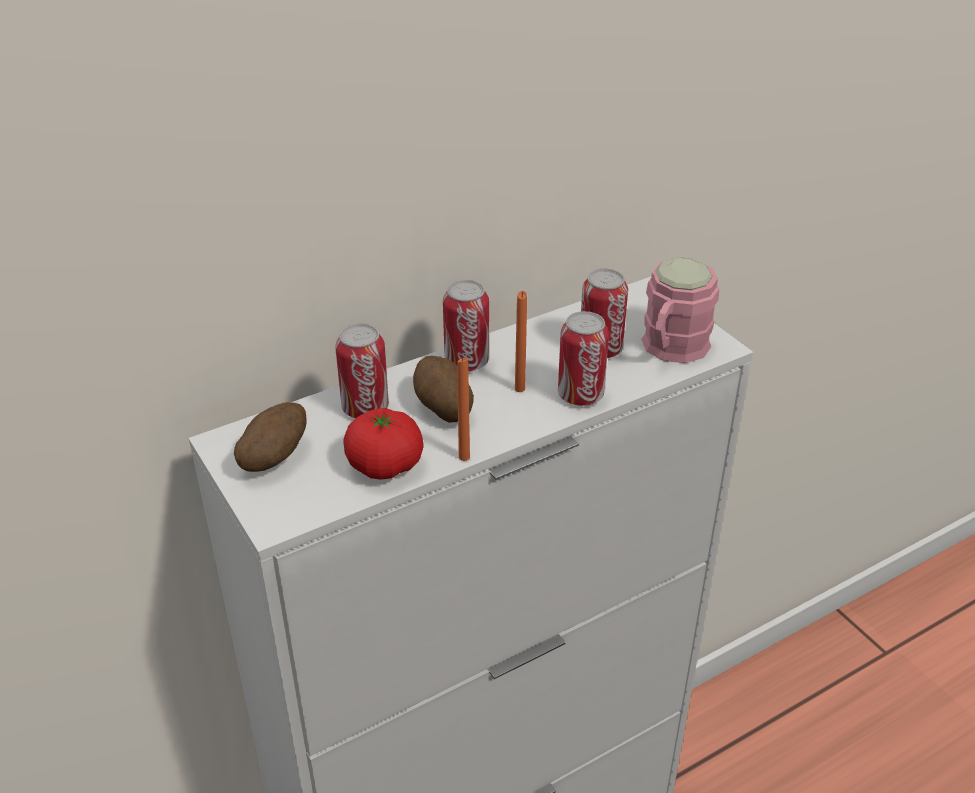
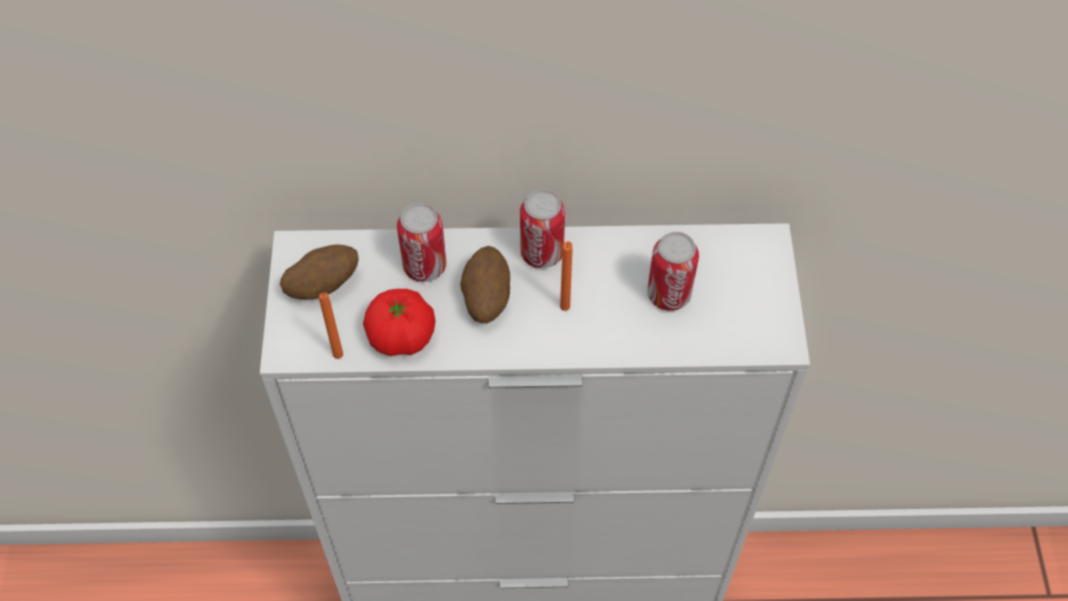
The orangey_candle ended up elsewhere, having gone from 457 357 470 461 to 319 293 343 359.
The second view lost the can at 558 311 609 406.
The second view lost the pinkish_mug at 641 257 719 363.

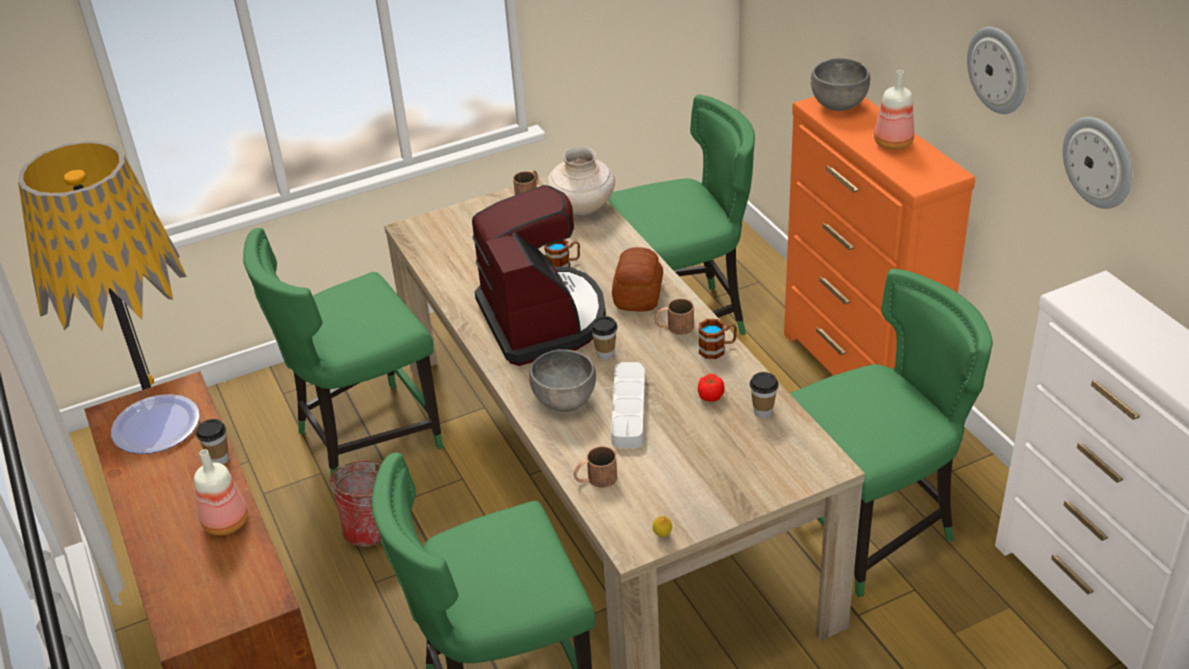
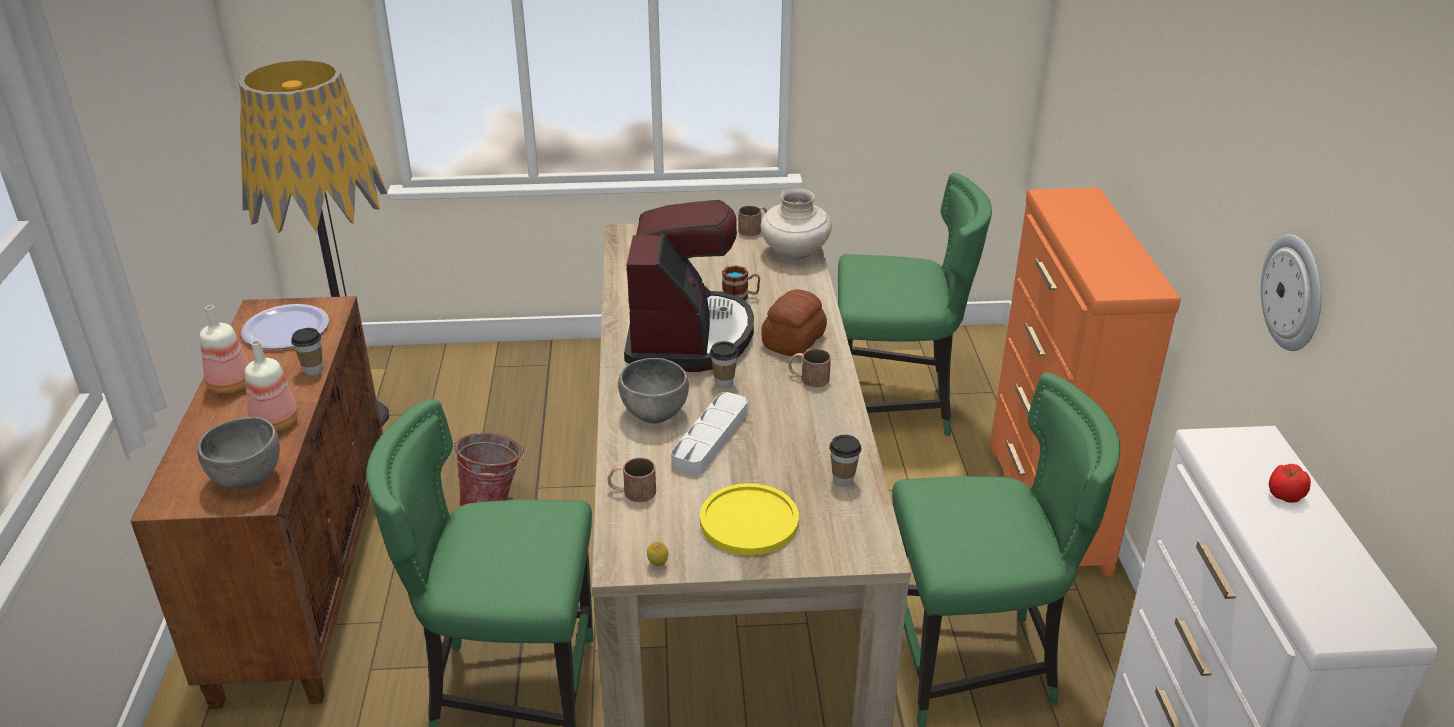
The grey_serving_bowl ended up elsewhere, having gone from 811 58 870 111 to 198 417 280 490.
The drink_bottle ended up elsewhere, having gone from 874 70 914 150 to 200 305 249 394.
The second view gained the yellow-coloured_dinner_plate at 700 483 799 555.
The tomato ended up elsewhere, having gone from 698 374 725 402 to 1269 464 1311 503.
The second view lost the green_chair at 243 228 443 476.
The second view lost the mug at 699 319 737 359.
The second view lost the clock_on_the_wall at 967 27 1027 114.

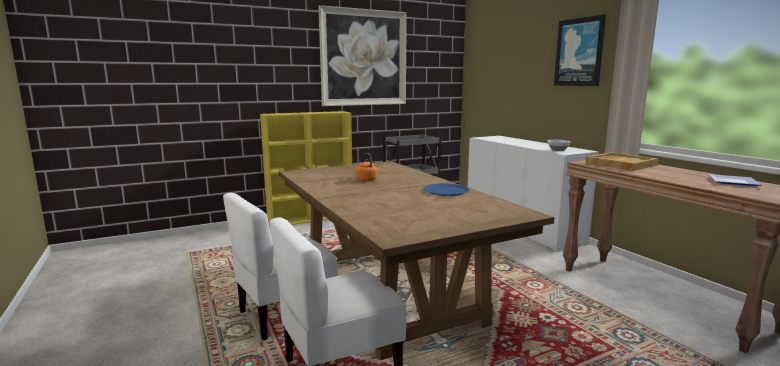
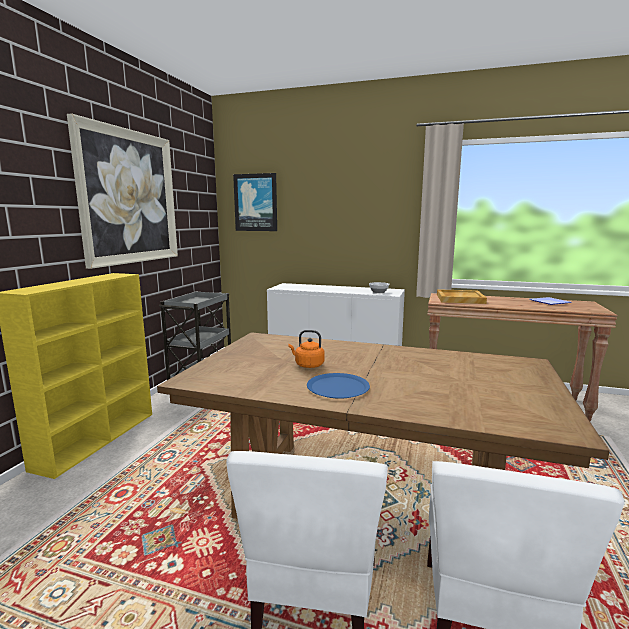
The picture ended up elsewhere, having gone from 554 14 606 86 to 233 173 277 231.
The blue-coloured_dinner_plate ended up elsewhere, having gone from 423 184 469 196 to 307 373 370 399.

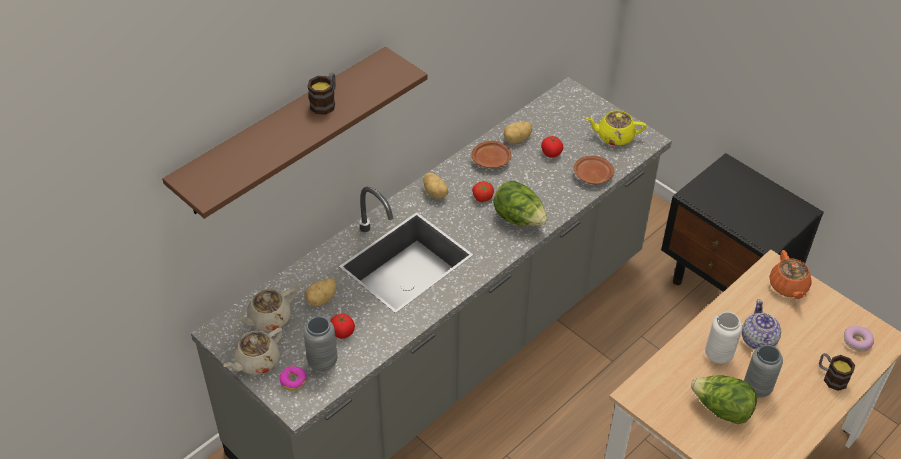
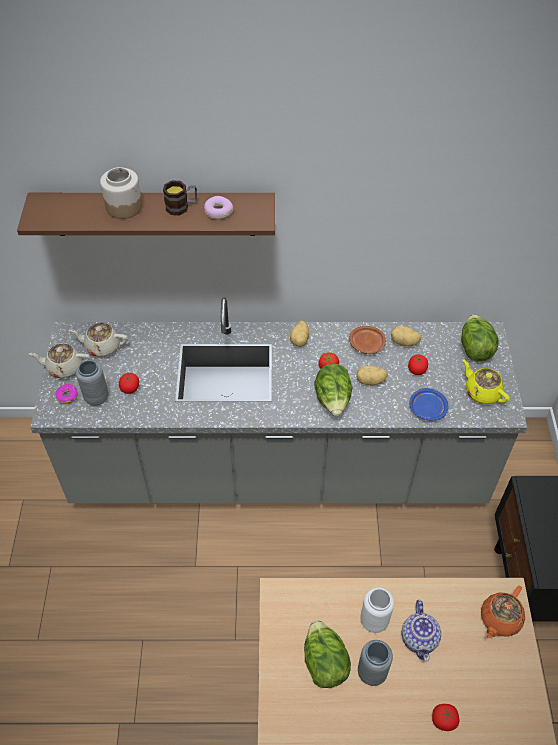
The second view gained the preserve_jar at 100 167 142 219.
The doughnut ended up elsewhere, having gone from 844 326 874 352 to 204 196 233 219.
The potato ended up elsewhere, having gone from 305 278 337 307 to 357 365 388 385.
The teapot at 742 299 781 349 ended up facing another way, 135 degrees clockwise from before.
What was the brownish_dinner_plate at 574 156 614 184 turned into the blue-coloured_dinner_plate at 410 388 448 420.
Where the mug stood at 819 353 855 391, the tomato came to stand at 432 704 459 731.
The second view gained the head_of_lettuce at 461 314 499 362.

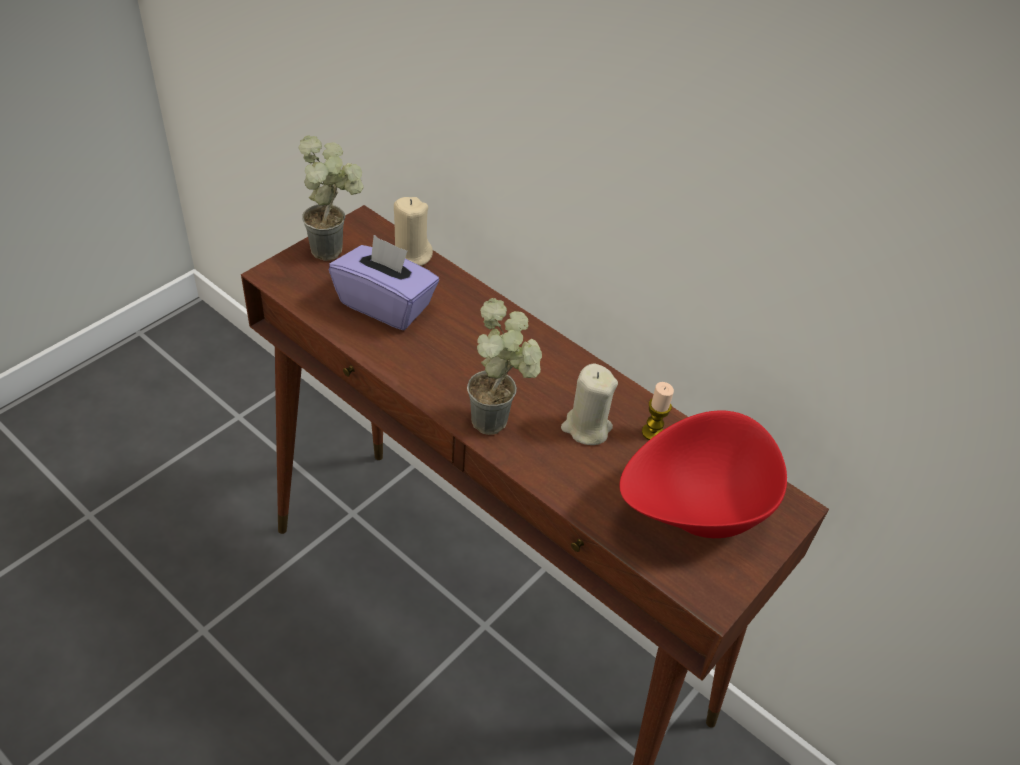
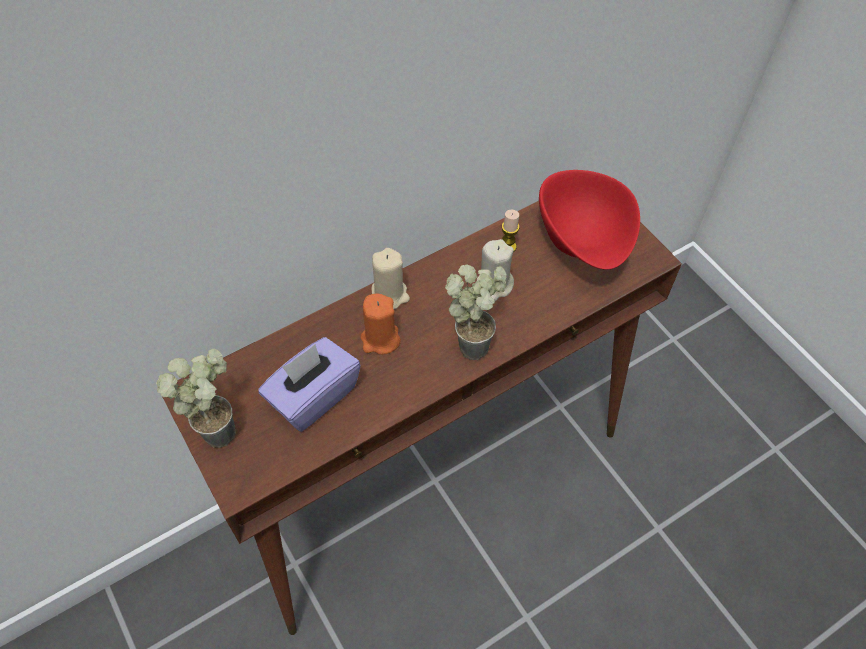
The second view gained the orangey_candle at 360 294 401 355.
The sand-coloured_candle ended up elsewhere, having gone from 394 197 433 266 to 371 248 410 309.

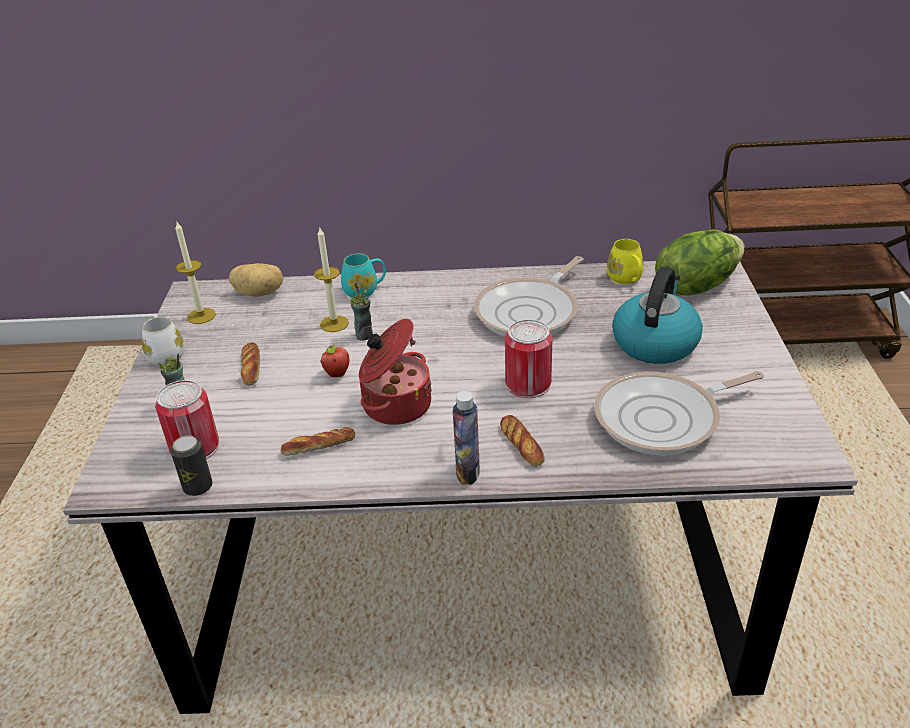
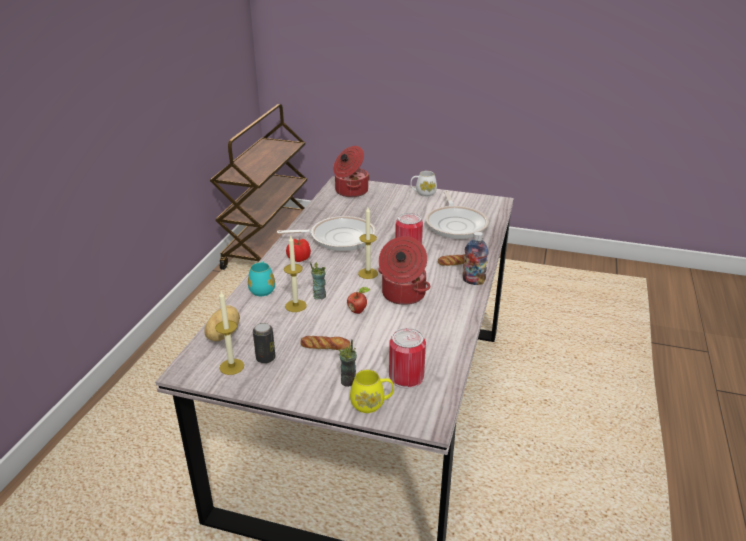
The can ended up elsewhere, having gone from 170 435 213 496 to 253 323 275 364.
The skillet at 474 256 583 337 ended up facing another way, 60 degrees counterclockwise from before.
The second view gained the tomato at 286 239 311 262.
Where the head_of_lettuce stood at 655 230 745 295, the cooking_pot came to stand at 333 146 370 197.
The yellow-coloured_mug ended up elsewhere, having gone from 607 239 643 284 to 350 370 394 413.
The second view gained the candle at 358 207 378 279.
The white_mug ended up elsewhere, having gone from 142 316 185 366 to 410 171 437 197.
The second view lost the baked_bread at 281 427 355 456.
The second view lost the water_kettle at 612 267 703 364.

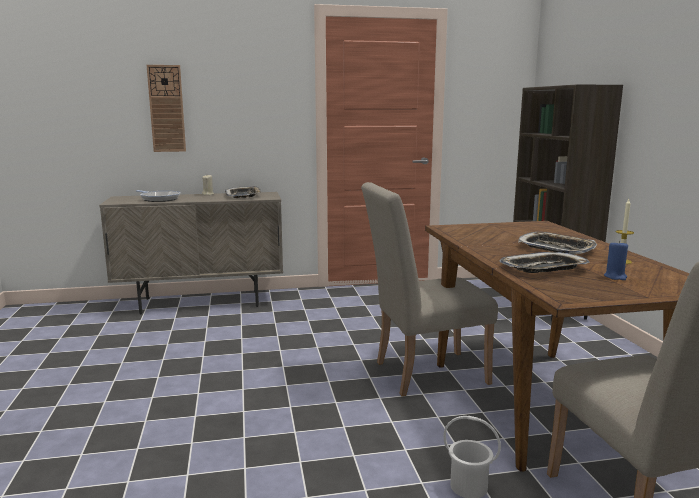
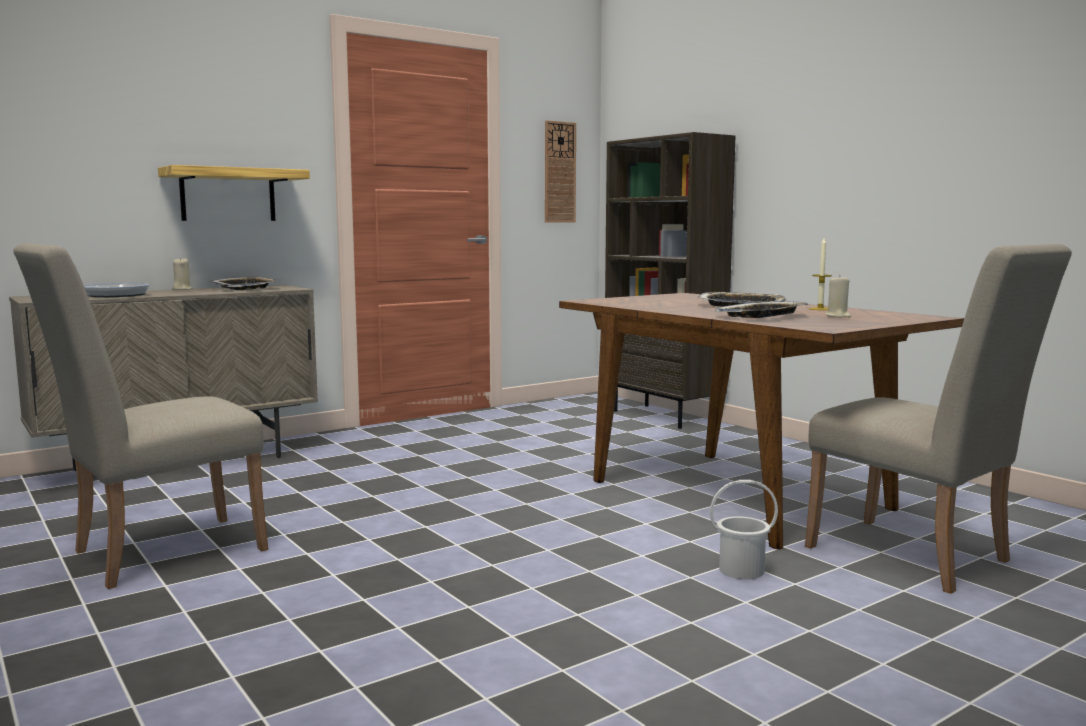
The sand-coloured_chair ended up elsewhere, having gone from 361 182 498 396 to 13 243 268 589.
The second view gained the wall_shelf at 158 165 310 221.
The clock_on_the_wall ended up elsewhere, having gone from 147 65 186 152 to 545 120 576 223.
What was the blue-coloured_candle at 604 240 628 280 turned into the sand-coloured_candle at 825 275 851 318.

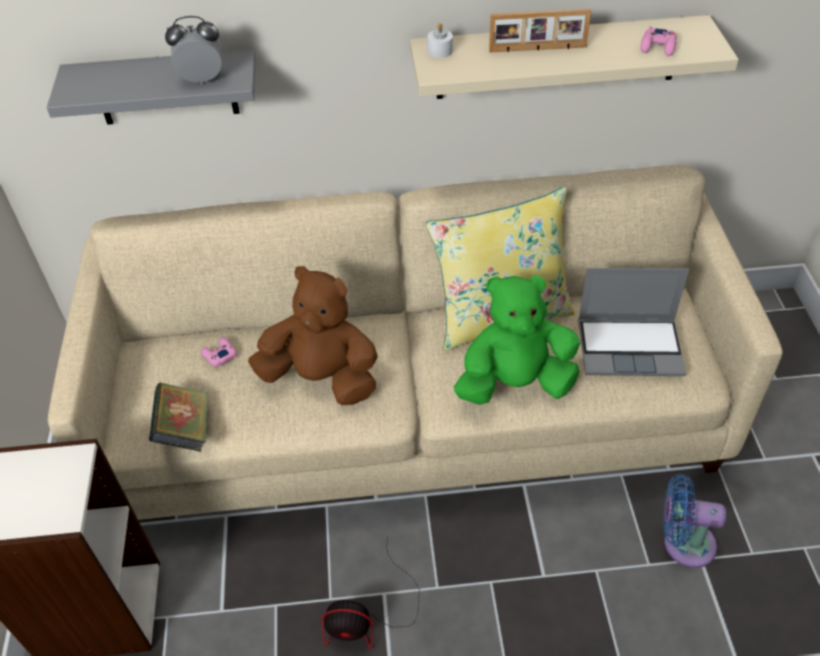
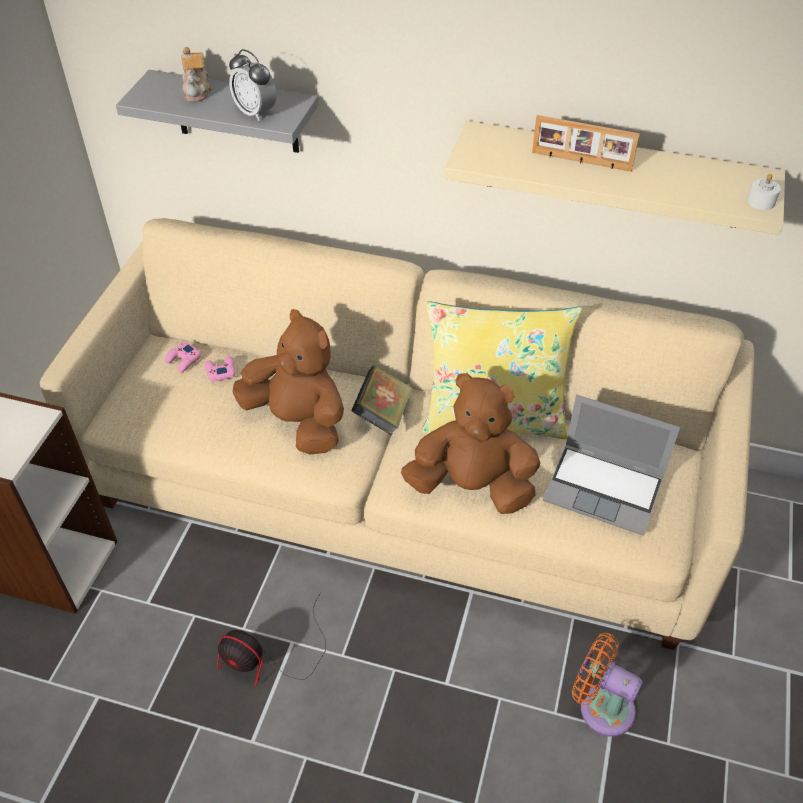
The pinkish_game_controller ended up elsewhere, having gone from 641 26 677 56 to 165 342 201 372.
The second view gained the teapot at 181 47 212 102.
The alarm_clock at 165 16 222 84 ended up facing another way, 150 degrees counterclockwise from before.
The bound_book ended up elsewhere, having gone from 149 383 208 452 to 351 365 412 436.
What was the green_soft_toy at 454 275 580 405 turned into the brownish_soft_toy at 401 373 540 514.
What was the blue-coloured_fan at 663 474 726 568 turned into the orangey_fan at 572 633 643 737.
The white_candle ended up elsewhere, having gone from 427 23 453 58 to 747 174 781 210.

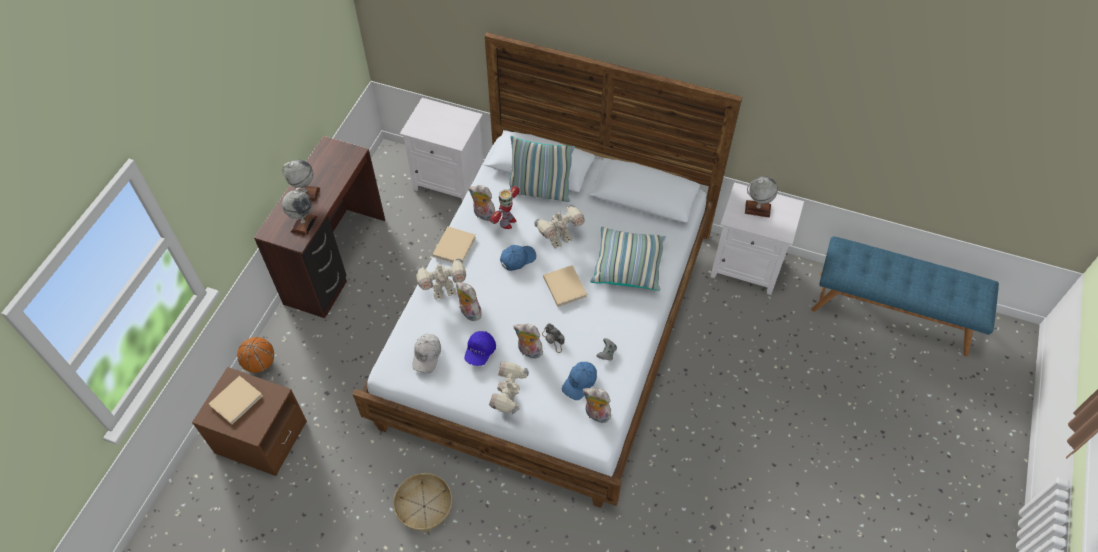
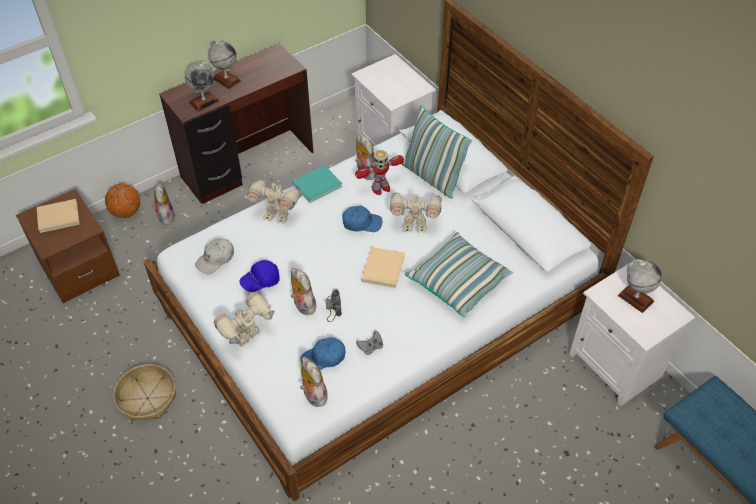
The soft_toy ended up elsewhere, having gone from 456 282 482 321 to 152 184 175 225.
What was the sand-coloured_bound_book at 433 227 476 263 turned into the blue-green_bound_book at 293 165 343 203.

